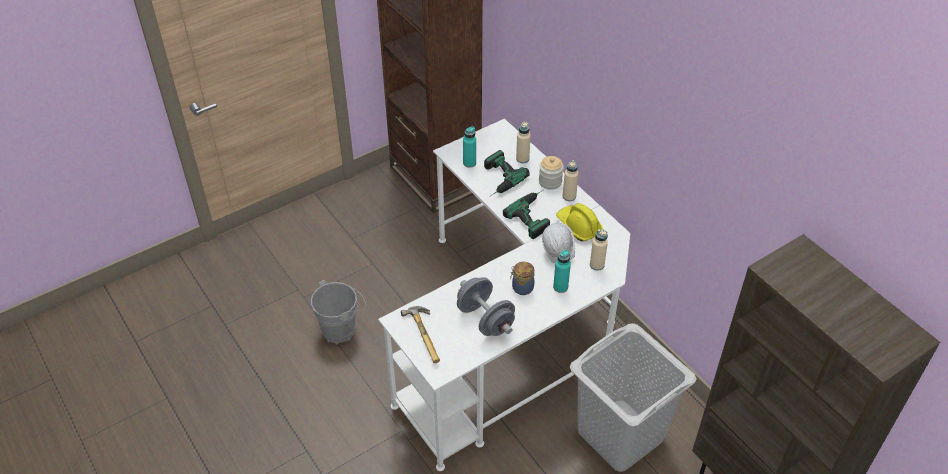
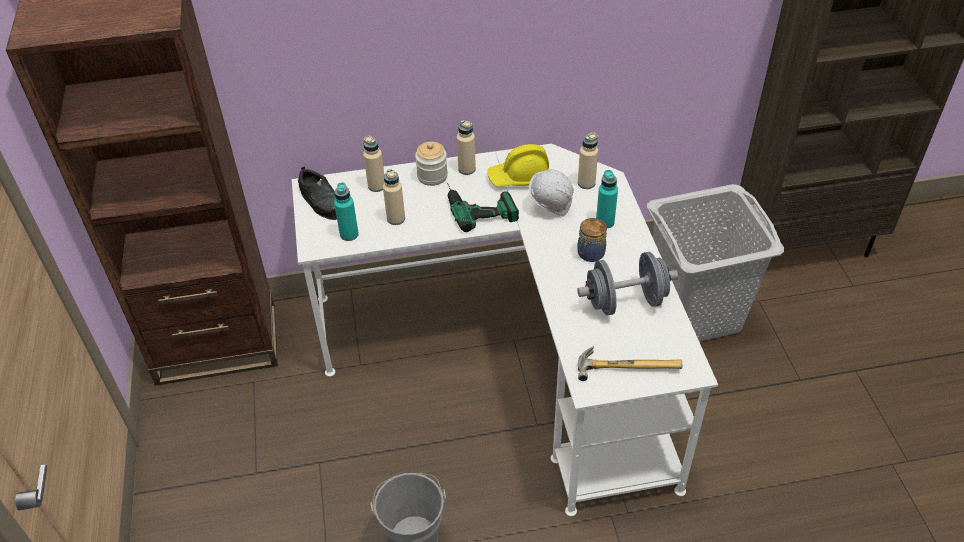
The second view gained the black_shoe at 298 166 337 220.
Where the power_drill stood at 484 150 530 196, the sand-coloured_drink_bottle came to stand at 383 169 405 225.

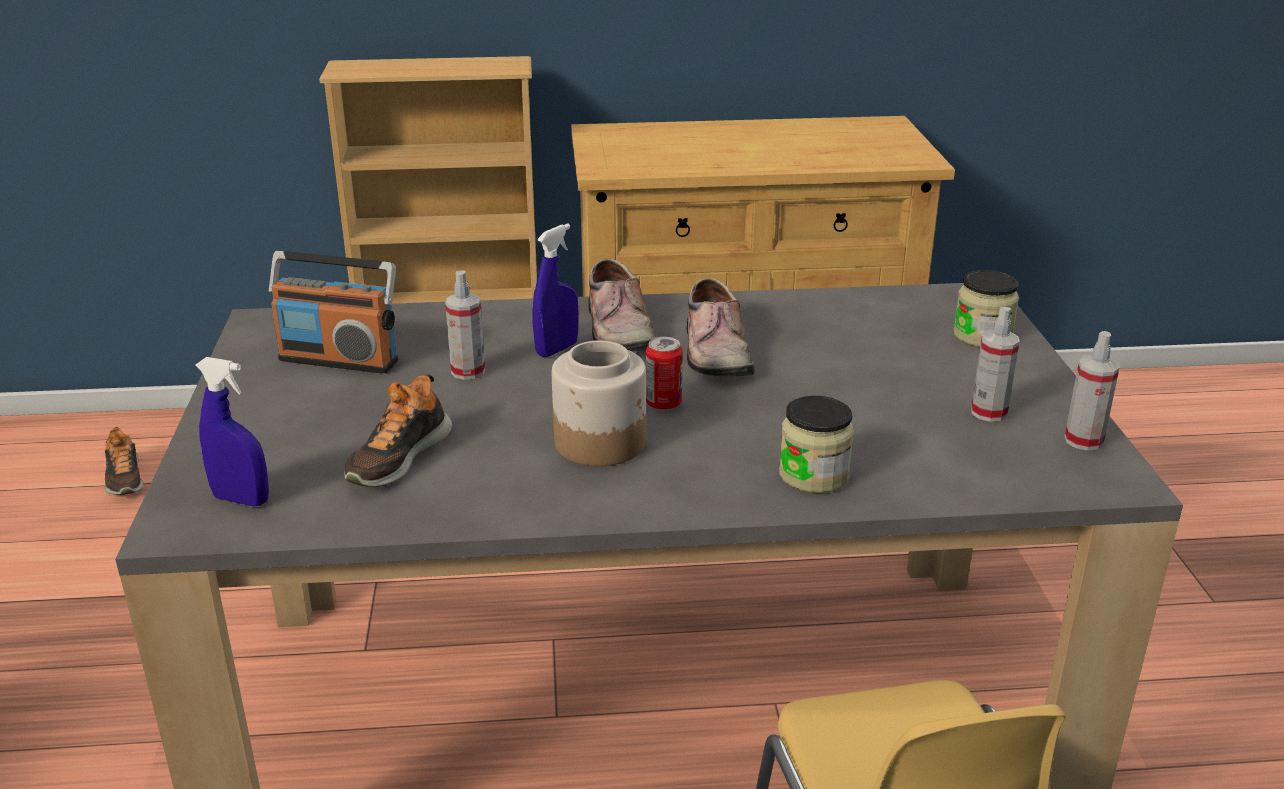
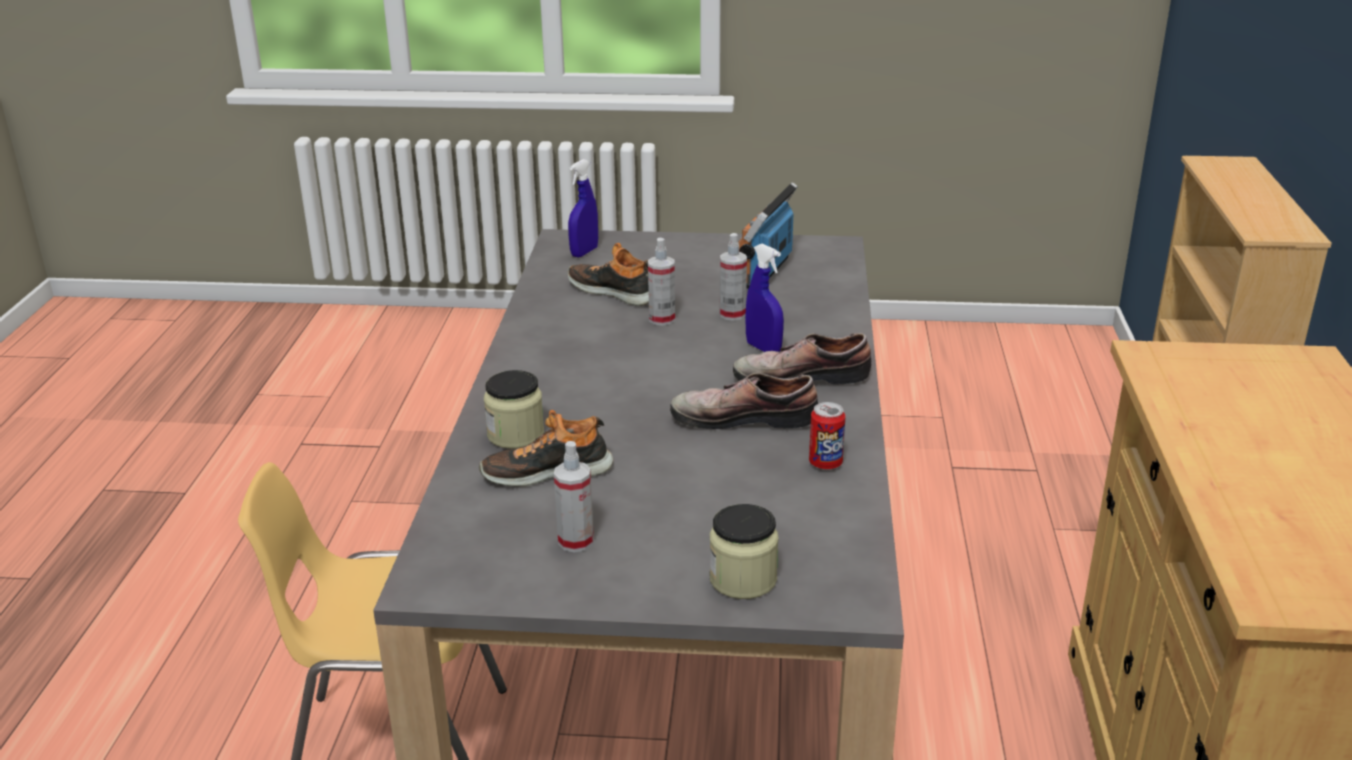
The shoe ended up elsewhere, having gone from 105 427 143 495 to 479 410 613 487.
The sprayer ended up elsewhere, having gone from 1064 331 1120 451 to 648 238 675 326.
The can ended up elsewhere, having gone from 646 337 683 410 to 809 402 846 470.
The second view lost the preserve_jar at 552 340 646 466.

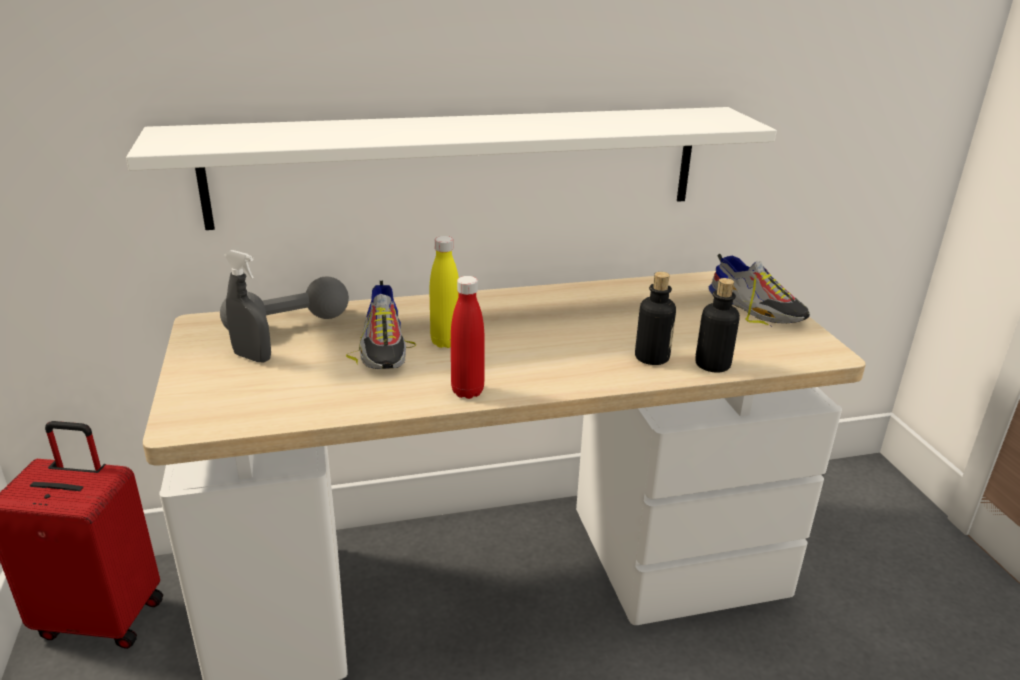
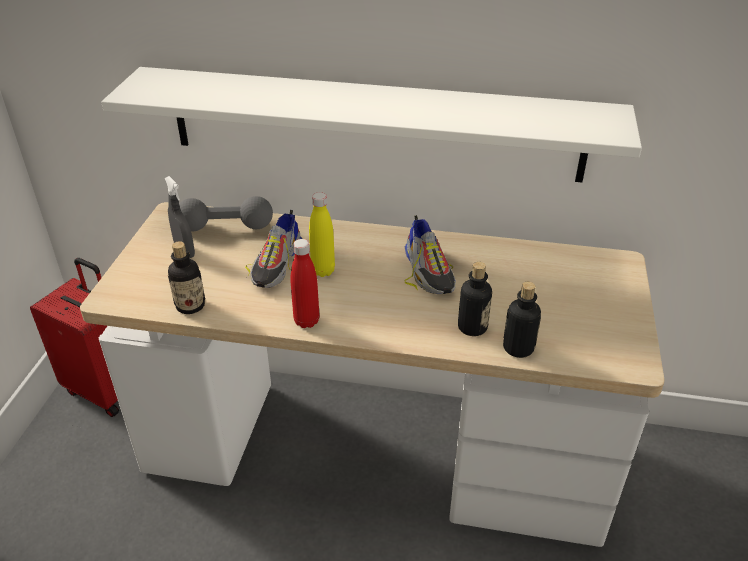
The second view gained the drink_bottle at 168 241 205 314.
The shoe ended up elsewhere, having gone from 709 254 810 325 to 405 215 456 294.

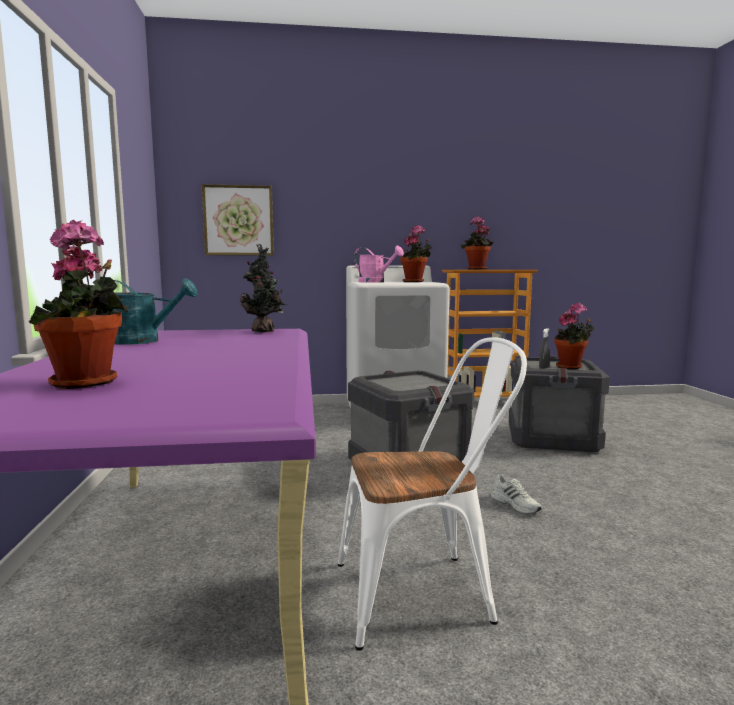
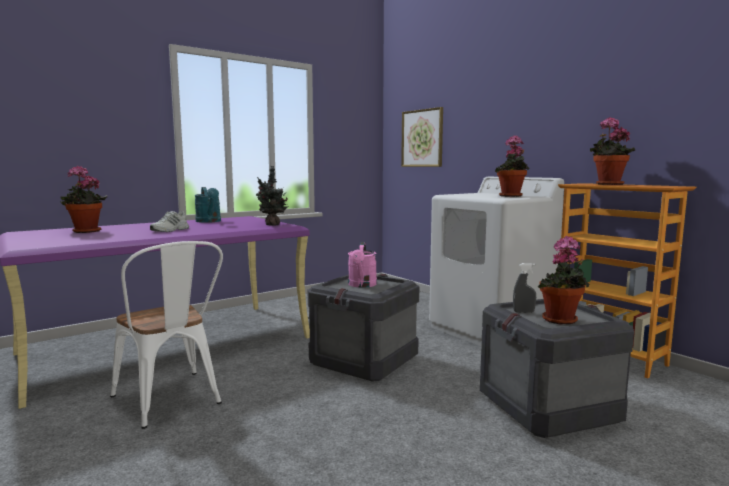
The white_shoe ended up elsewhere, having gone from 491 474 541 514 to 150 211 189 232.
The pinkish_watering_pot ended up elsewhere, having gone from 354 246 404 282 to 348 242 377 288.

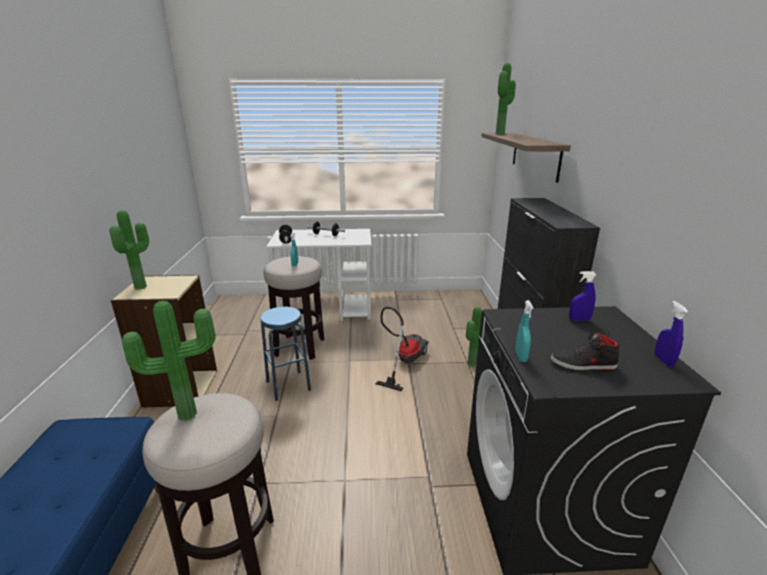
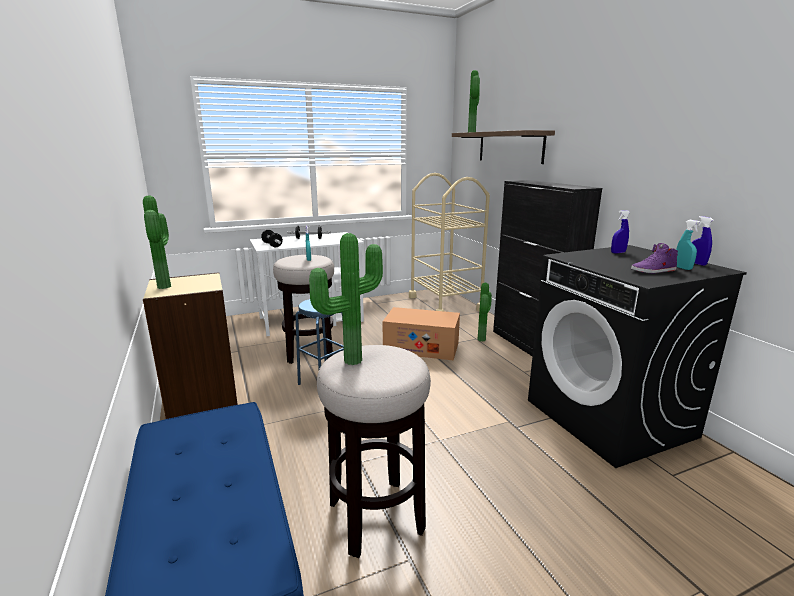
Where the vacuum stood at 376 307 429 392, the packing_box came to stand at 383 307 460 360.
The second view gained the sand-coloured_cart at 409 173 490 311.
What was the black_shoe at 551 331 620 370 turned into the purple_shoe at 631 243 678 273.
The blue-green_sprayer ended up elsewhere, having gone from 515 300 533 362 to 676 220 701 270.

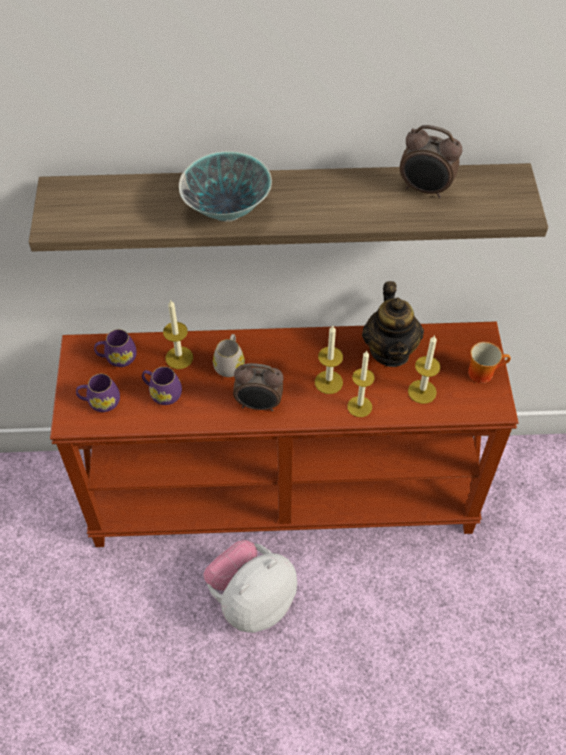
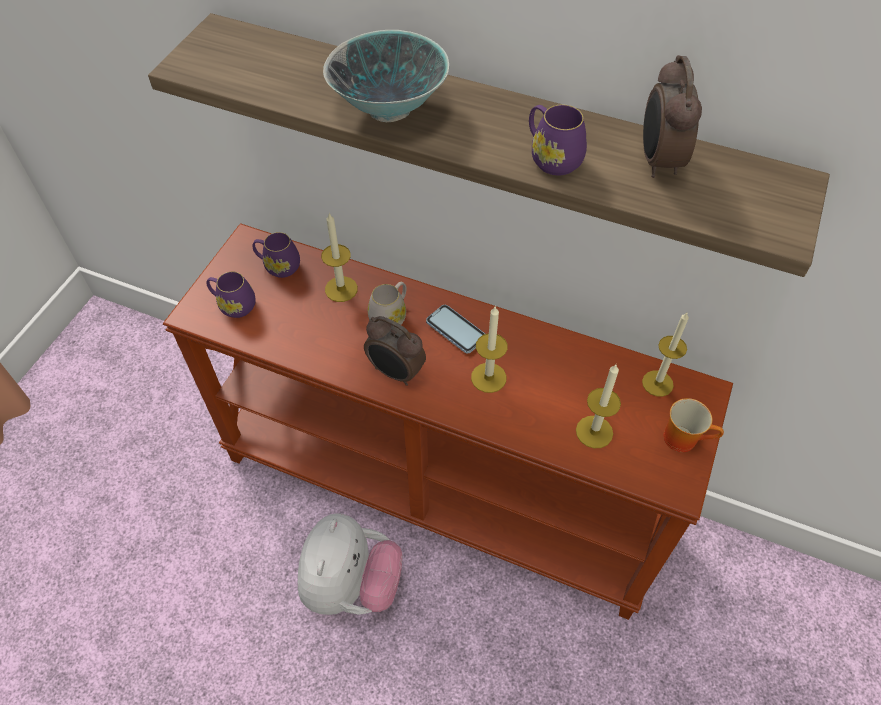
The soft_toy at 203 540 297 633 ended up facing another way, 120 degrees clockwise from before.
The second view gained the phone at 426 305 485 353.
The purple_mug ended up elsewhere, having gone from 142 367 182 405 to 529 104 587 175.
The candle ended up elsewhere, having gone from 347 351 374 417 to 642 313 689 397.
The alarm_clock at 400 125 462 198 ended up facing another way, 45 degrees clockwise from before.
The second view lost the teapot at 362 281 424 367.

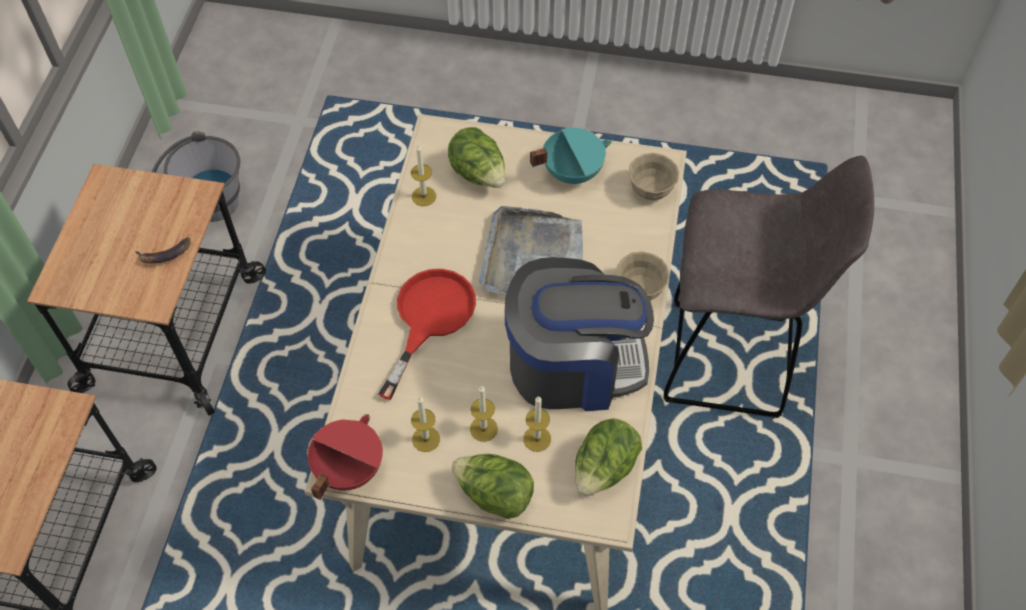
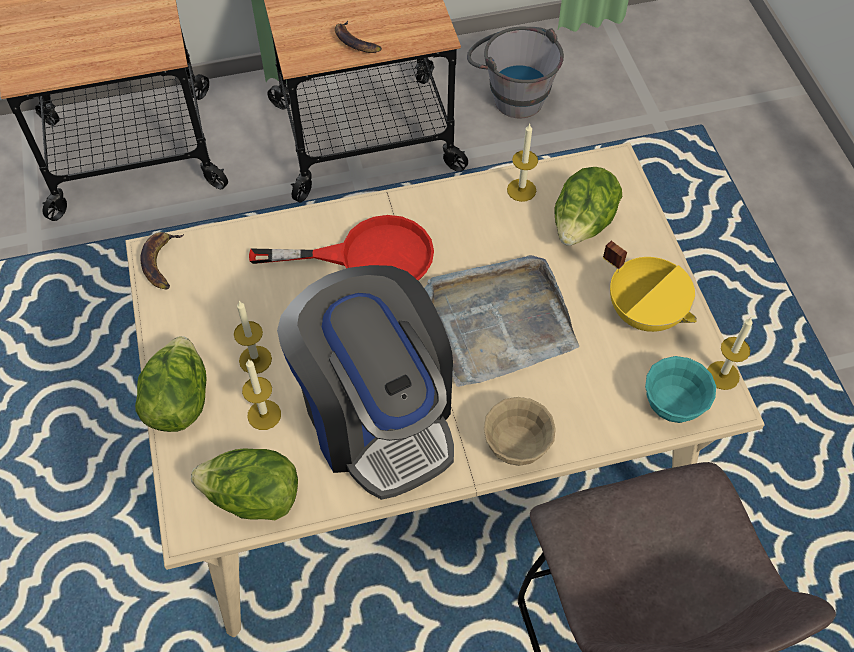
Where the red_cooking_pot stood at 308 414 383 500, the banana came to stand at 140 232 184 290.
What was the blue-green_cooking_pot at 530 128 612 184 turned into the yellow-coloured_cooking_pot at 603 241 697 332.
What was the sand-coloured_serving_bowl at 628 153 679 200 turned into the blue-green_serving_bowl at 645 356 716 423.
The candle ended up elsewhere, having gone from 411 397 440 452 to 707 318 753 390.

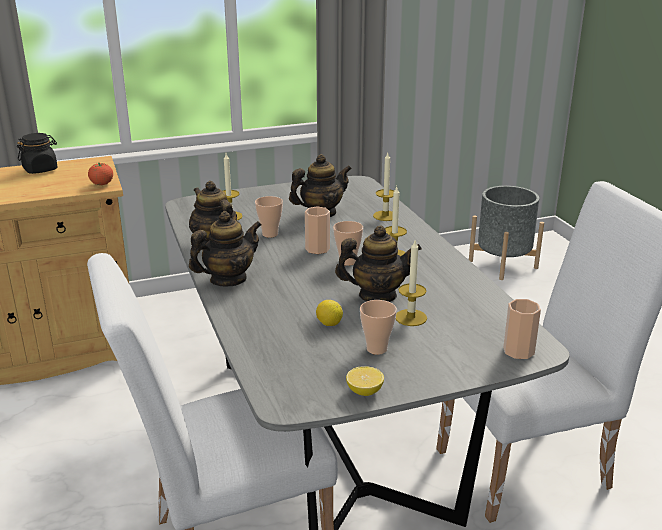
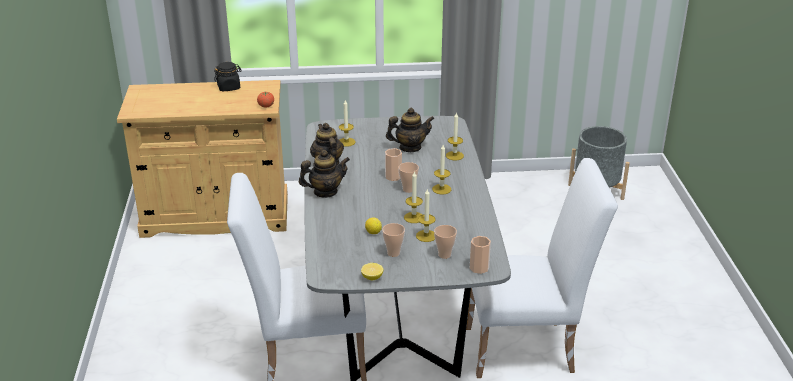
Where the teapot stood at 335 225 422 302, the candle came to stand at 404 171 423 223.
The drinking_cup ended up elsewhere, having gone from 255 196 283 238 to 434 225 457 259.

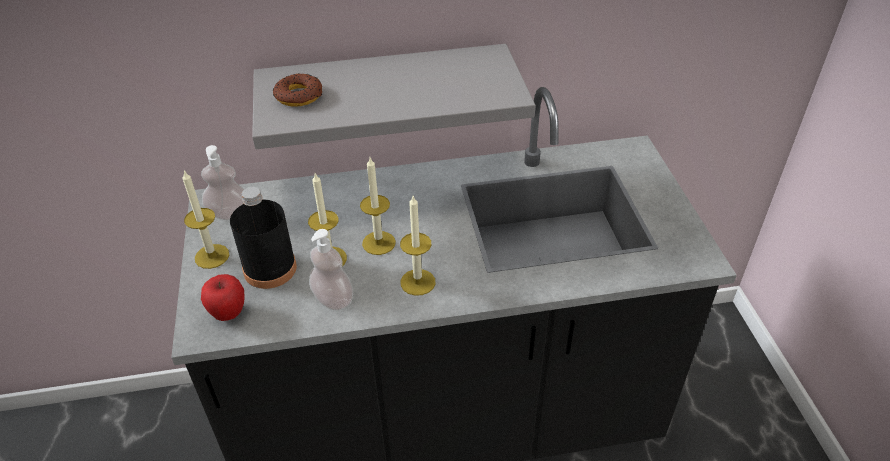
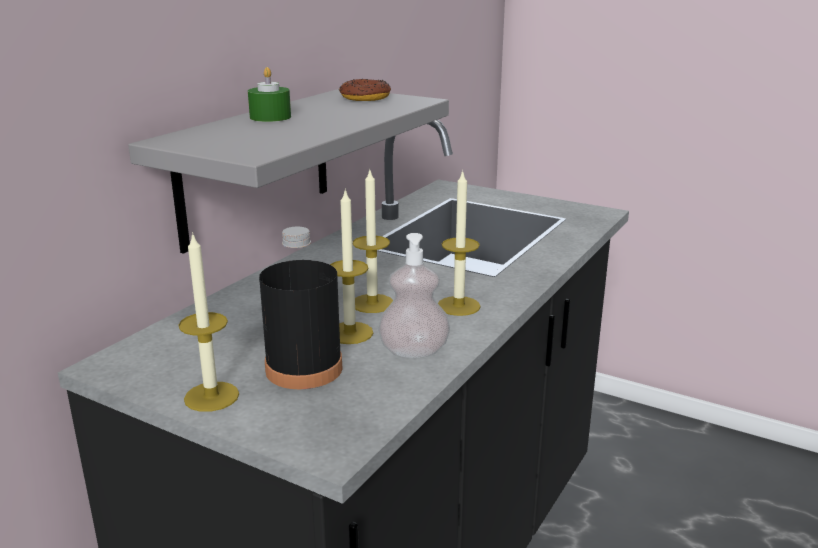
The second view gained the green_candle at 248 67 291 122.
The doughnut ended up elsewhere, having gone from 273 73 322 107 to 339 79 391 101.
The second view lost the liquid_soap_bottle at 201 145 244 220.
The second view lost the whole_apple at 201 274 245 321.

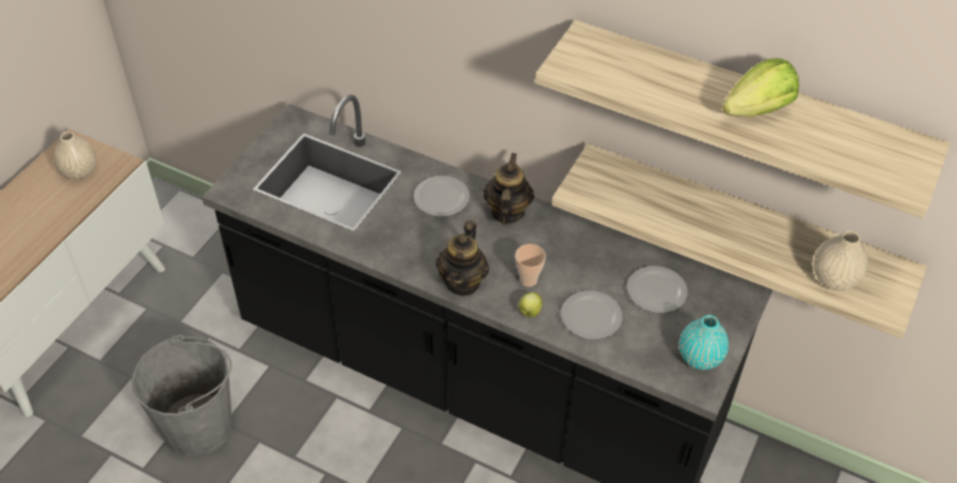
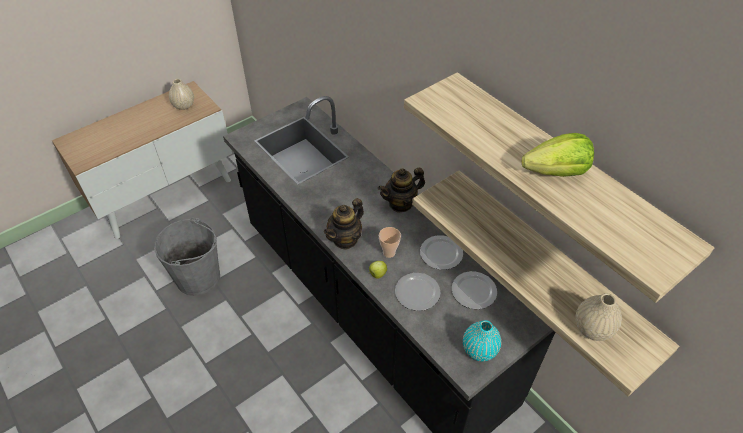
The teapot at 483 153 534 225 ended up facing another way, 150 degrees counterclockwise from before.
The dinner_plate ended up elsewhere, having gone from 414 176 470 217 to 420 235 463 270.

